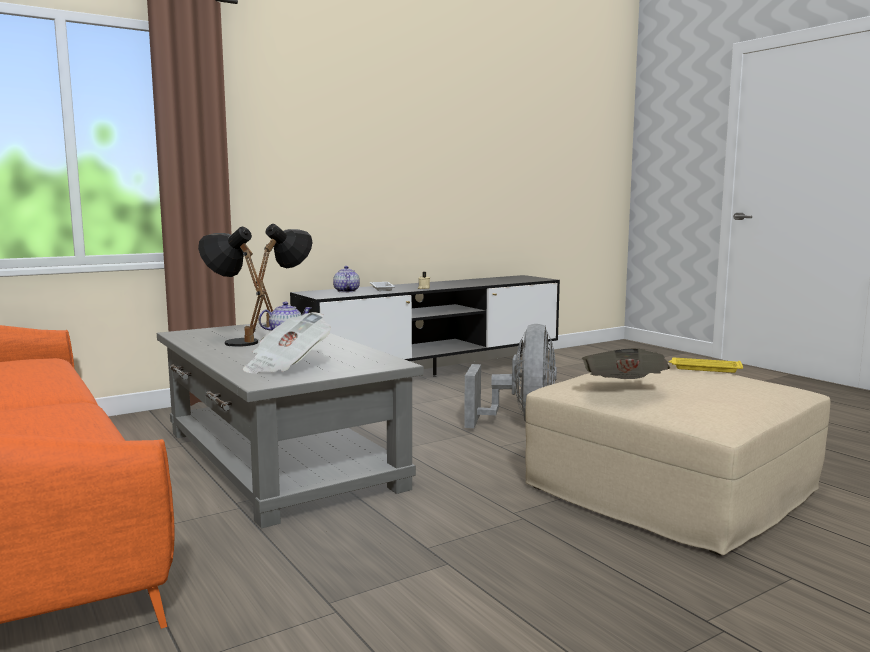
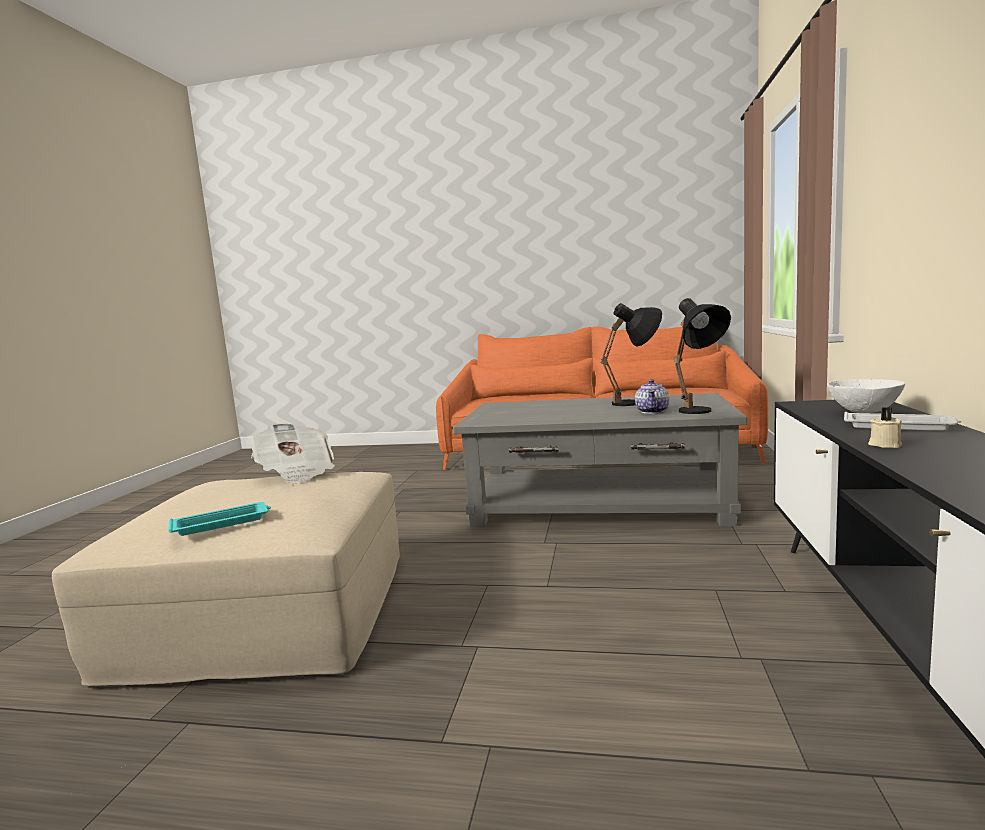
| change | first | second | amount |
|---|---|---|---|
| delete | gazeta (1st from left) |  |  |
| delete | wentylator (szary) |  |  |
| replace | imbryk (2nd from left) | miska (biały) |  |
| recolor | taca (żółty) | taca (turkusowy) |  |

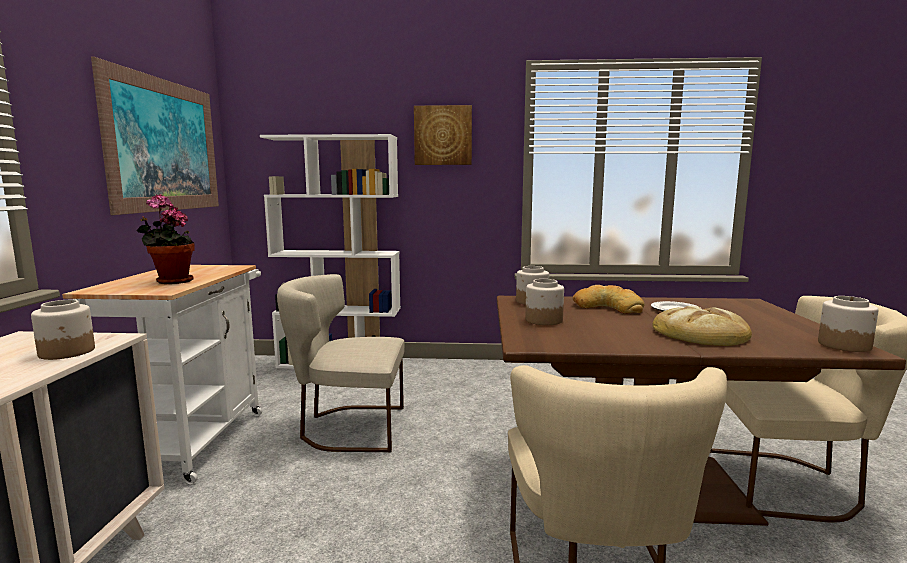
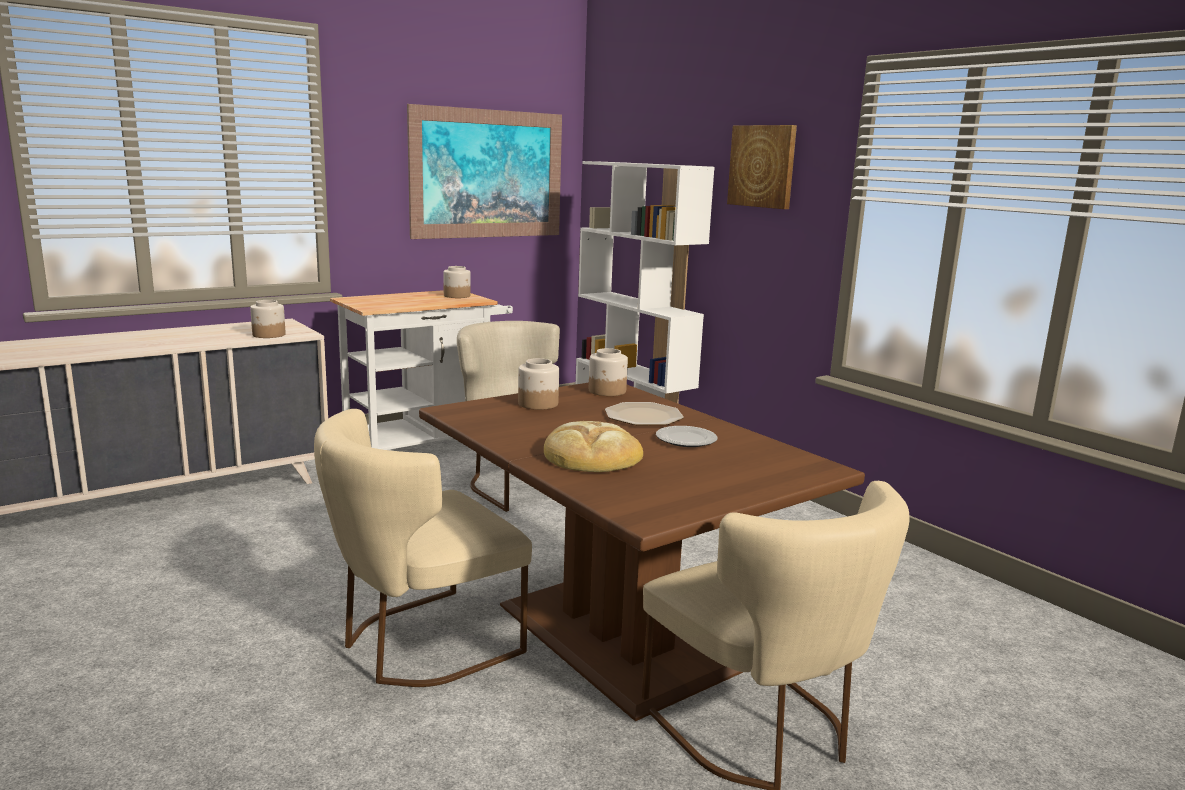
| change | first | second | amount |
|---|---|---|---|
| delete | roślina doniczkowa |  |  |
| move | słoik (4th from left in the first image) | słoik (2nd from left) |  |
| replace | chleb (1st from left) | talerz (1st from left) |  |

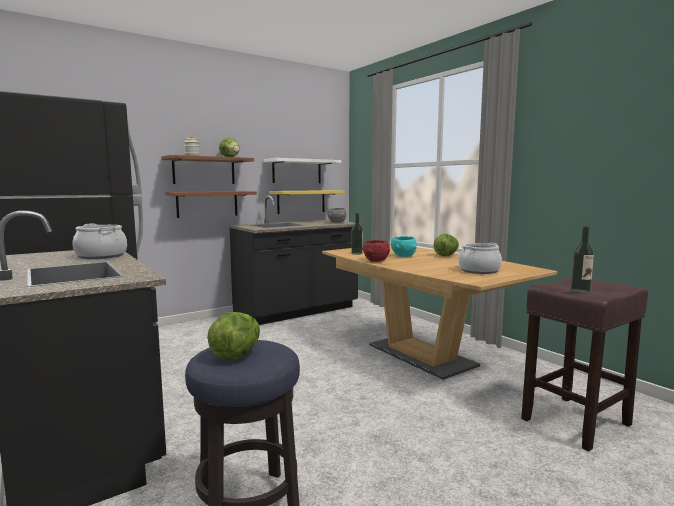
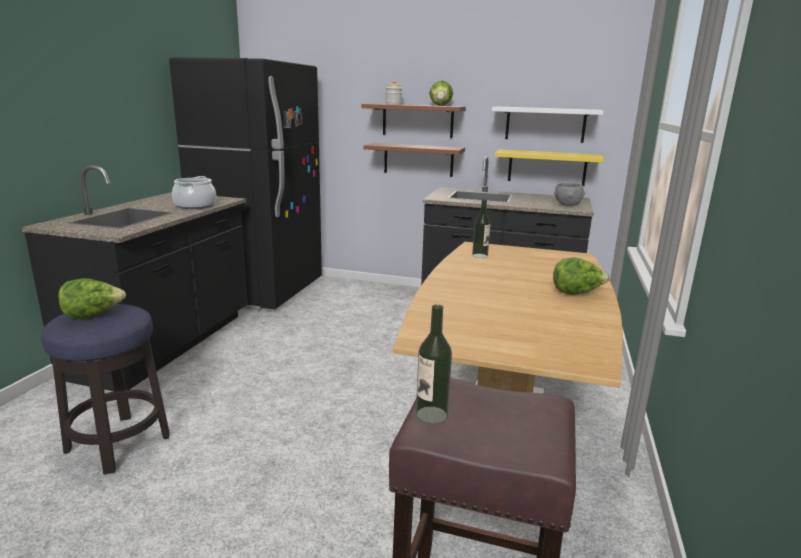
| change | first | second | amount |
|---|---|---|---|
| delete | miska (czerwony) |  |  |
| delete | miska (turkusowy) |  |  |
| delete | garnek (2nd from left) |  |  |

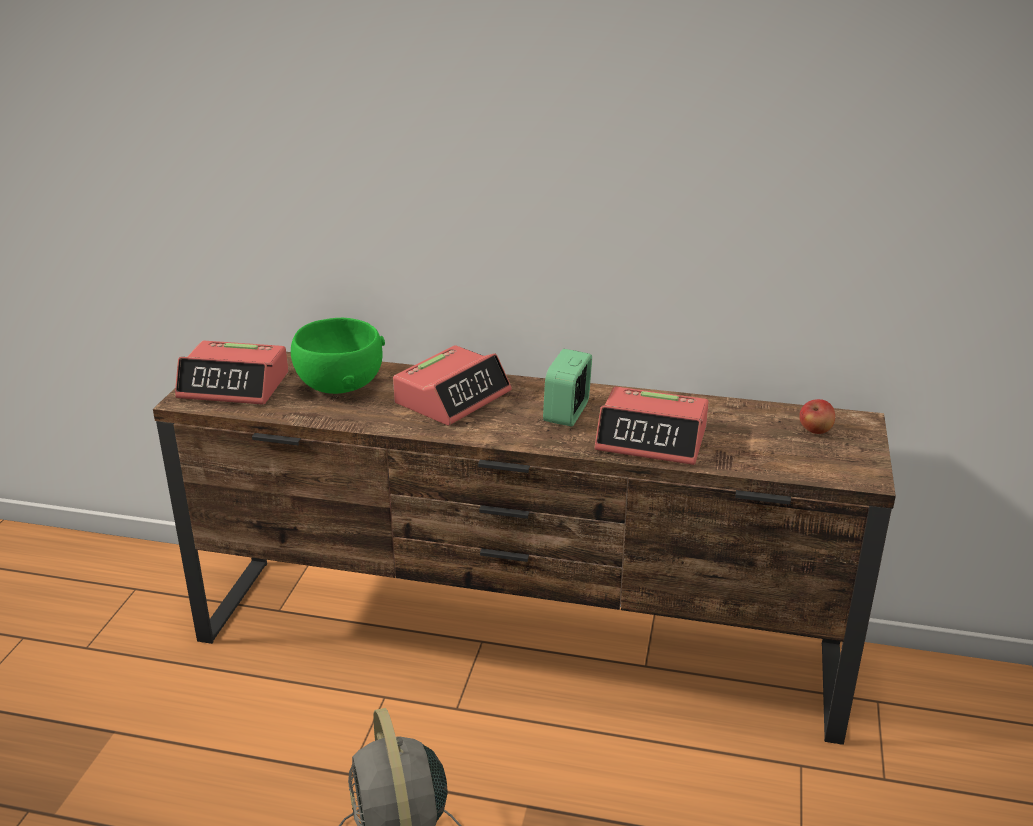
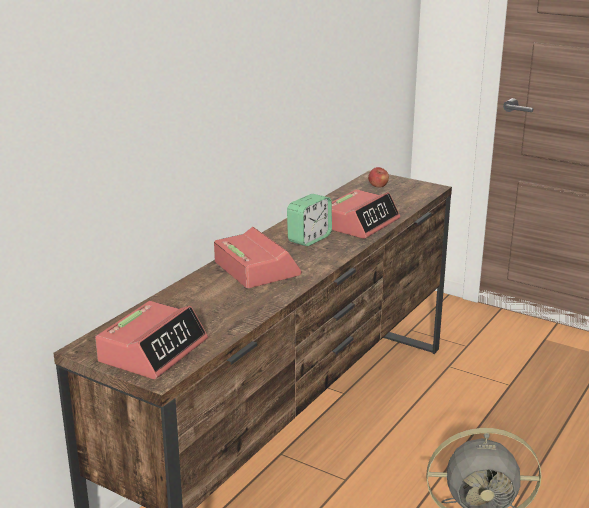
| change | first | second | amount |
|---|---|---|---|
| delete | miska (zielony) |  |  |
| rotate | budzik (3rd from left) |  | 90 degrees counterclockwise |

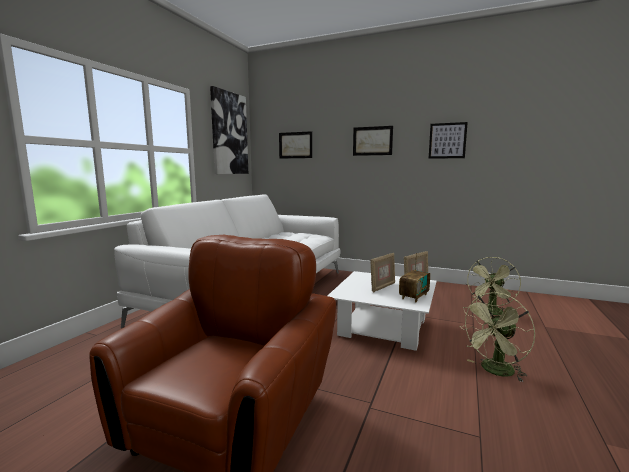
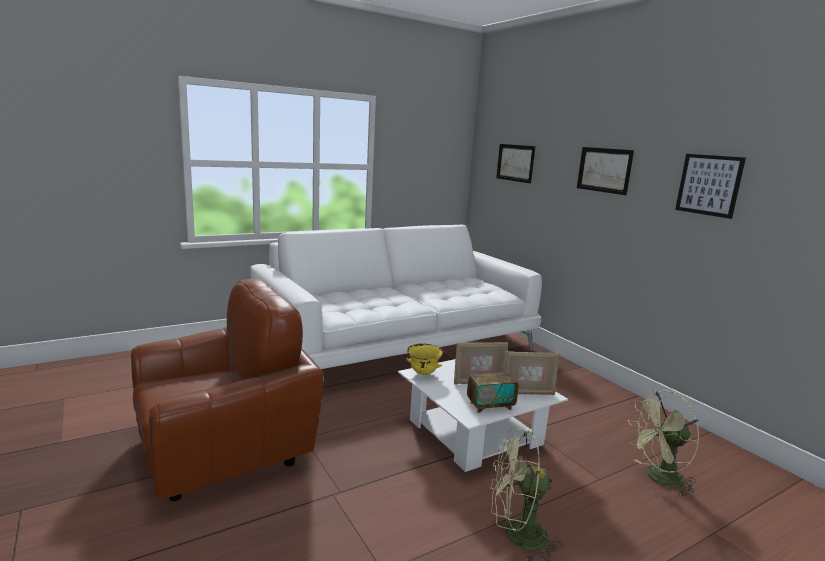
| change | first | second | amount |
|---|---|---|---|
| delete | obraz (1st from left) |  |  |
| insert |  | miska (żółty) |  |

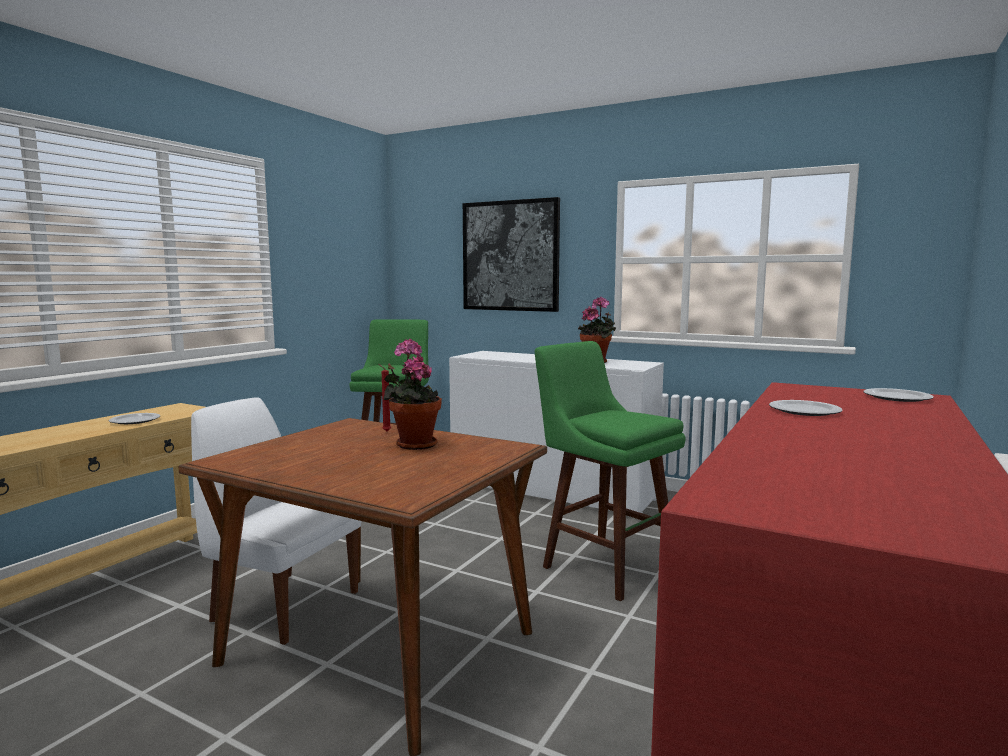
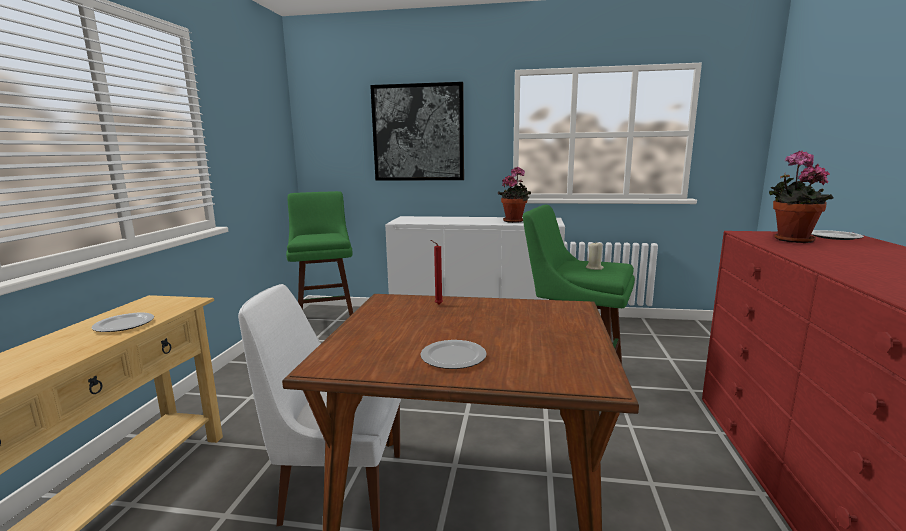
| change | first | second | amount |
|---|---|---|---|
| insert |  | świeca (beżowy) |  |
| move | roślina doniczkowa (1st from left in the first image) | roślina doniczkowa (2nd from left) |  |
| move | talerz (2nd from left) |  |  |

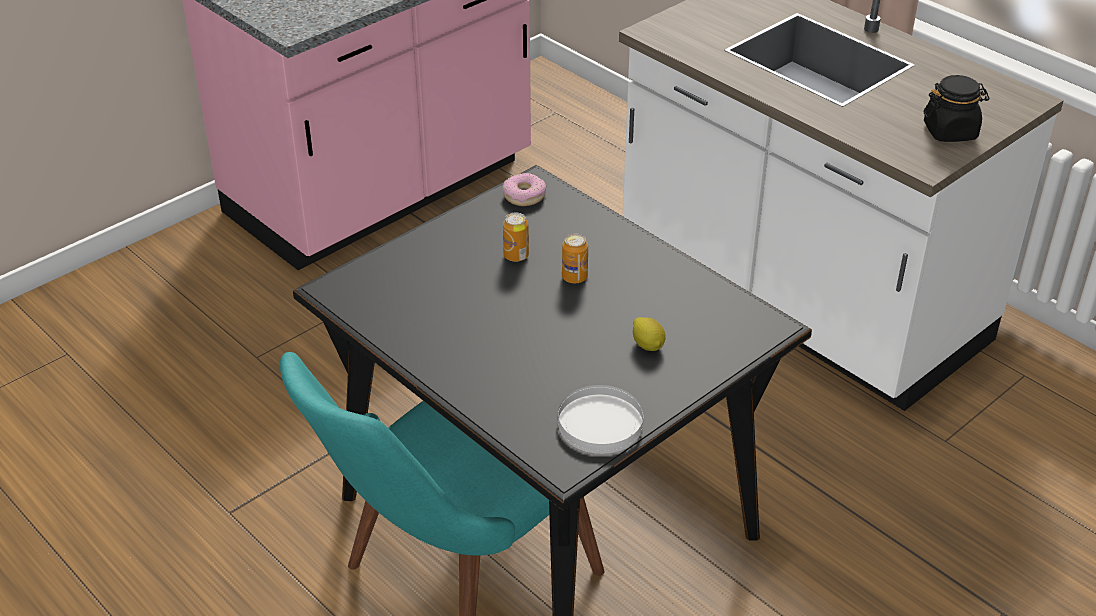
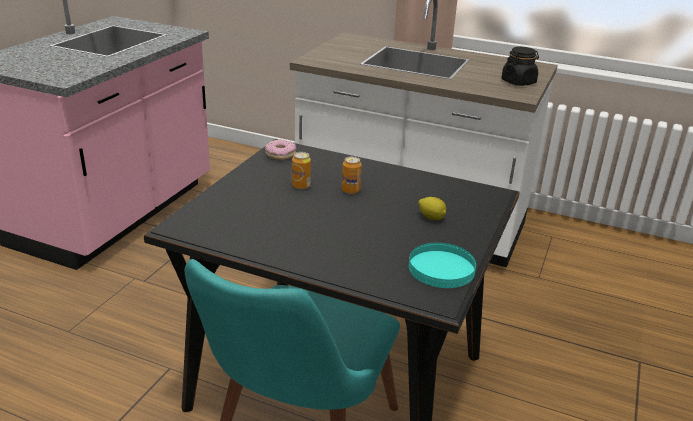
| change | first | second | amount |
|---|---|---|---|
| recolor | talerz (biały) | talerz (turkusowy) |  |

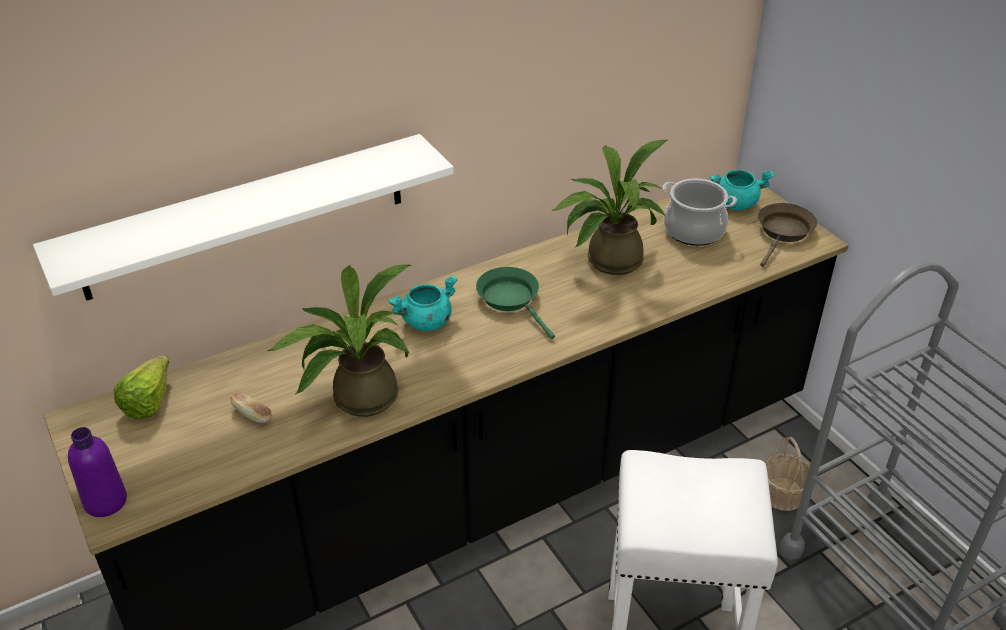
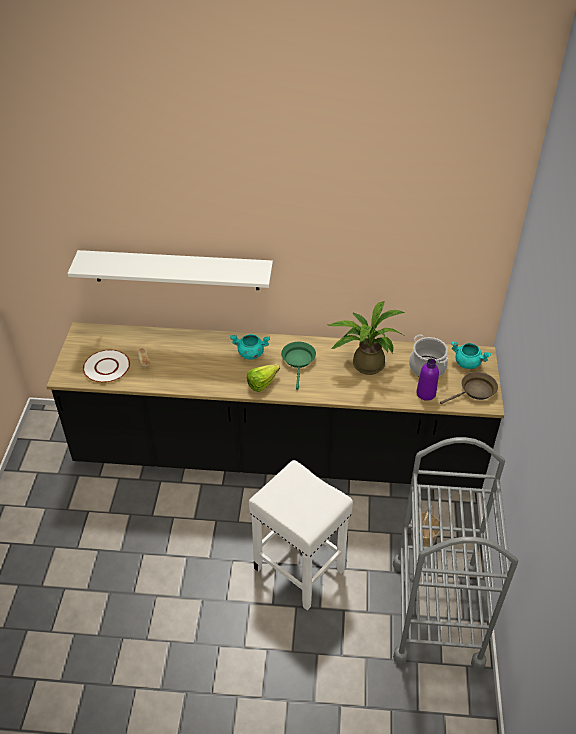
| change | first | second | amount |
|---|---|---|---|
| delete | roślina doniczkowa (1st from left) |  |  |
| insert |  | talerz (biały) |  |
| move | butelka (fioletowy) |  |  |
| move | sałata |  |  |

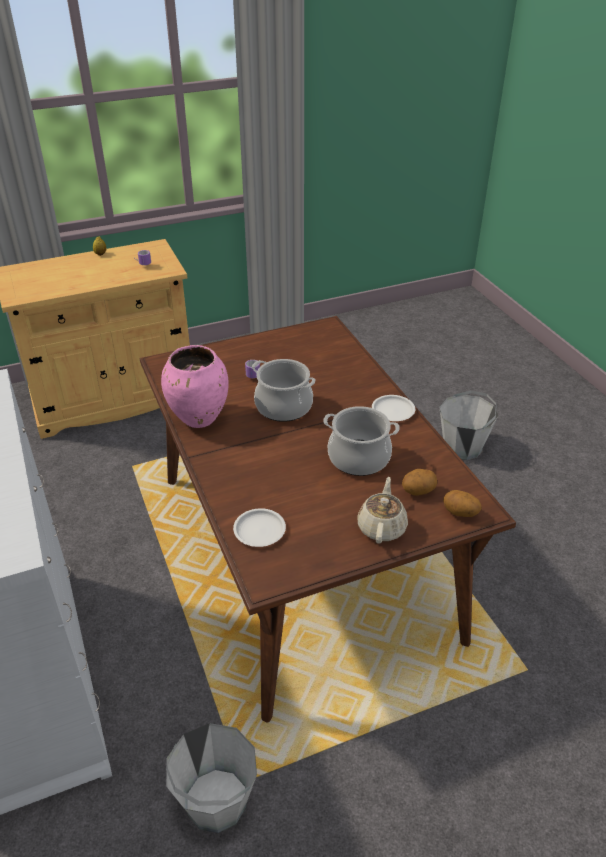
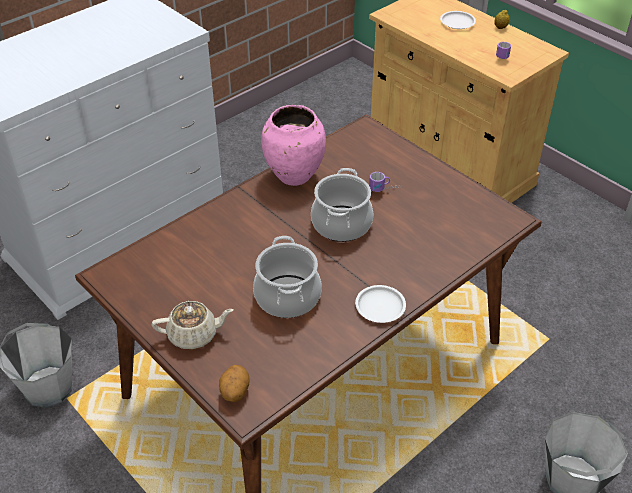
| change | first | second | amount |
|---|---|---|---|
| delete | ziemniak (1st from left) |  |  |
| move | talerz (biały) (1st from left in the first image) | talerz (biały) (2nd from left) |  |

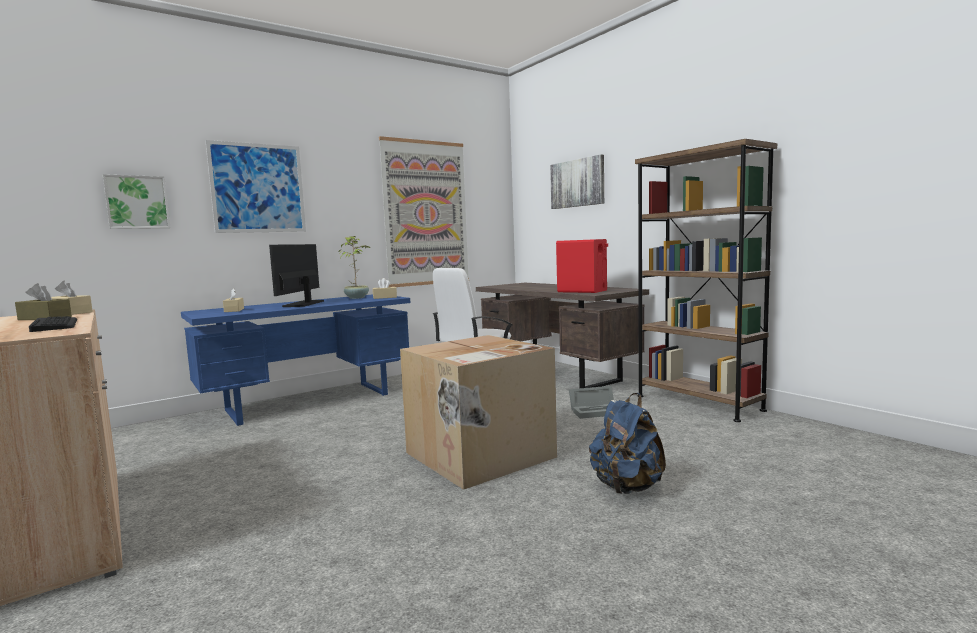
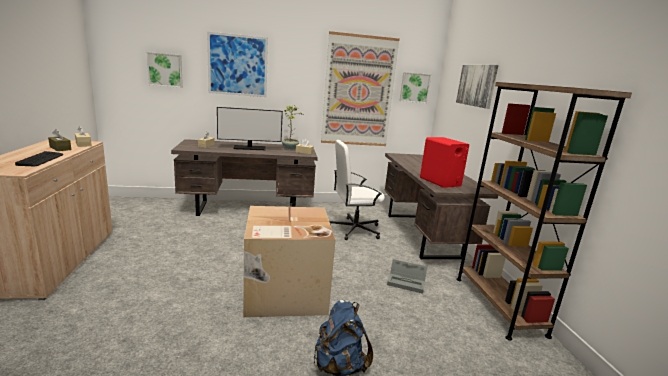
| change | first | second | amount |
|---|---|---|---|
| insert |  | obraz (4th from left) |  |
| recolor | biurko (niebieski) | biurko (brązowy) (1st from left) |  |
| rotate | monitor |  | 135 degrees counterclockwise |

